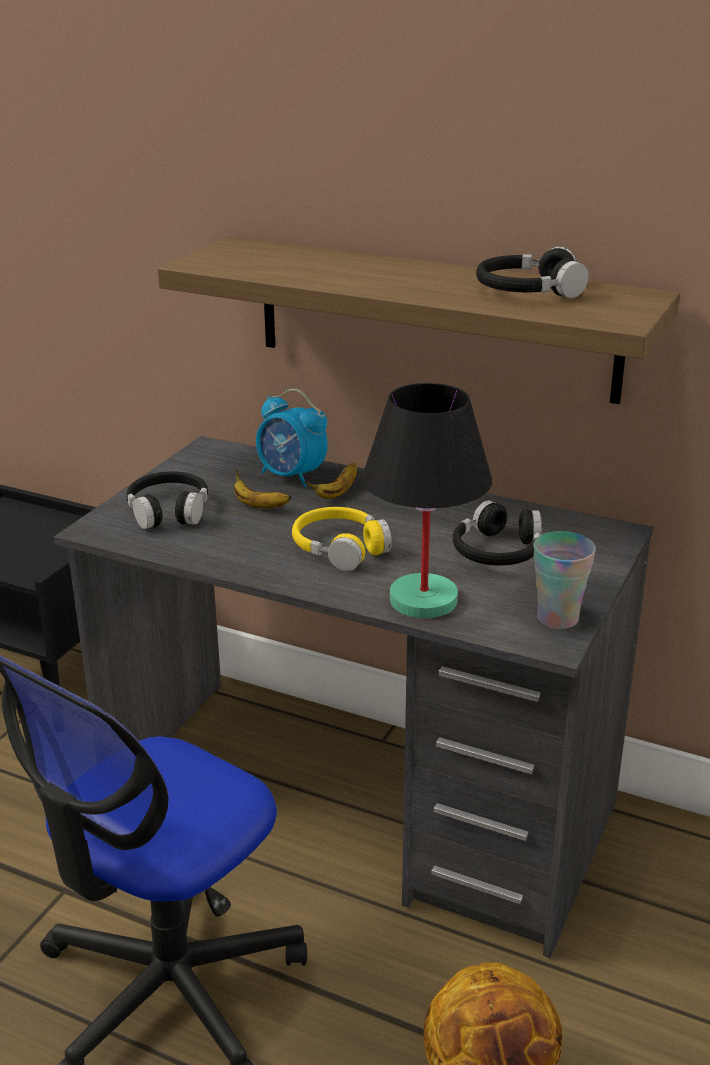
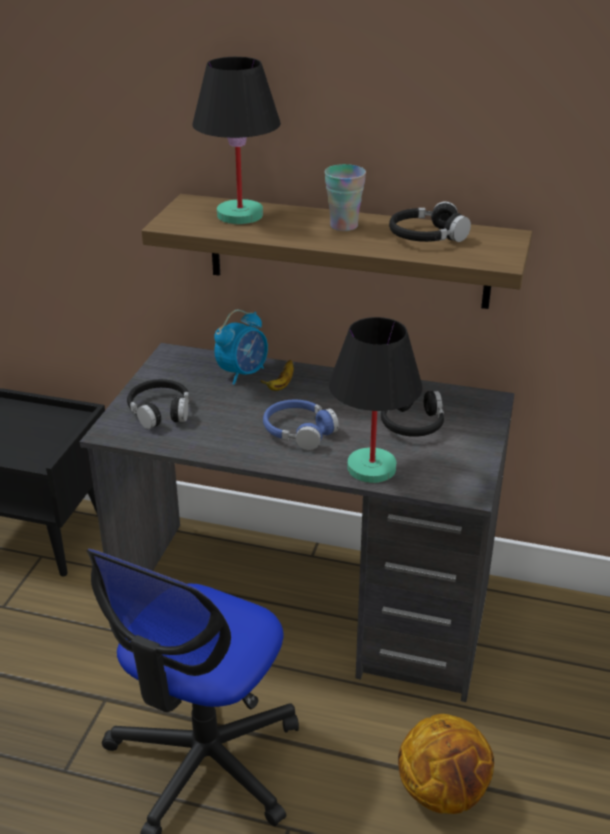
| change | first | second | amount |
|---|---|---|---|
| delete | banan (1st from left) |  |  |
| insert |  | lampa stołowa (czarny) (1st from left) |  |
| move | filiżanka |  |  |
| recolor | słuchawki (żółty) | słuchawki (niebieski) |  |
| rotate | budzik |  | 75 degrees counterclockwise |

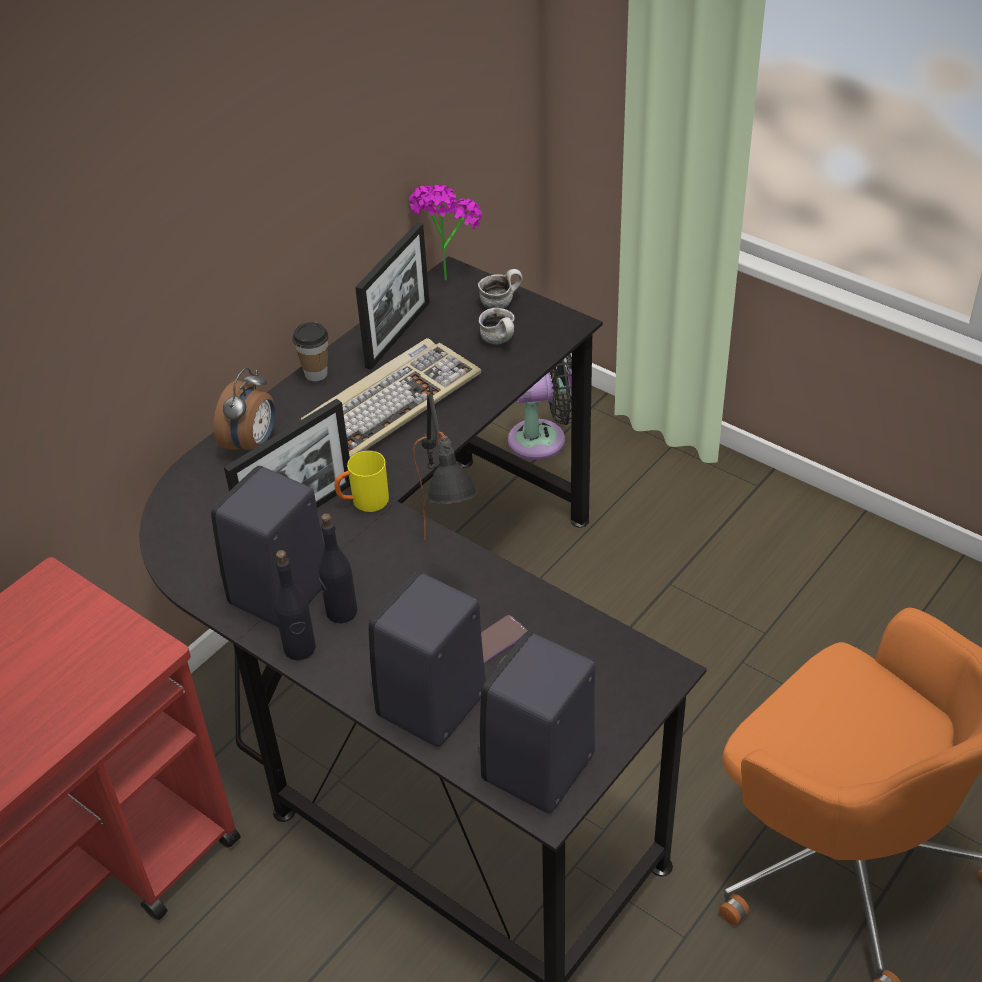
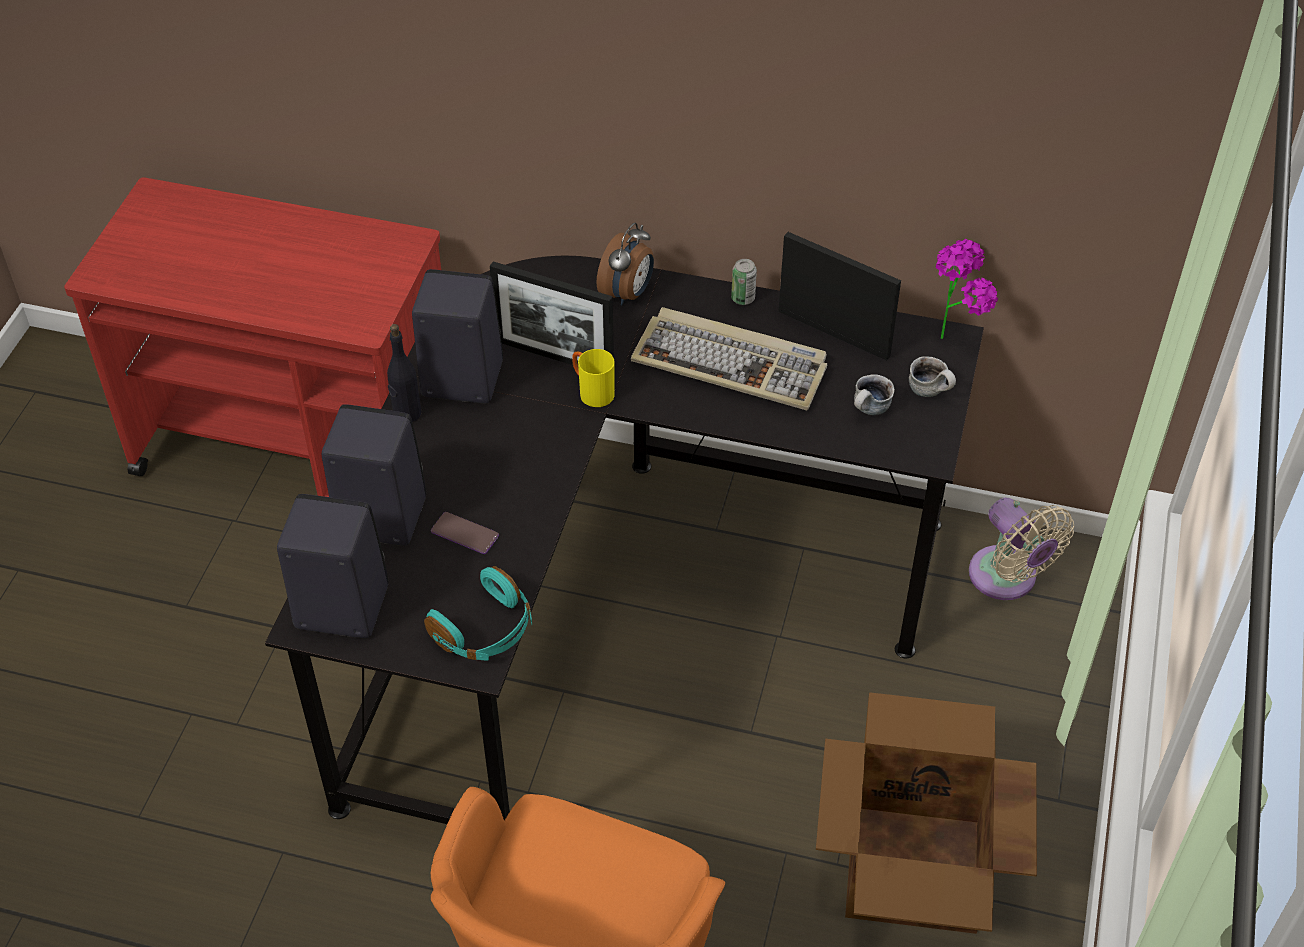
| change | first | second | amount |
|---|---|---|---|
| delete | butelka (czarny) (2nd from left) |  |  |
| delete | lampa stołowa (czarny) |  |  |
| insert |  | słuchawki (turkusowy) |  |
| insert |  | karton |  |
| replace | filiżanka | puszka |  |
| recolor | wentylator (czarny) | wentylator (beżowy) |  |
| rotate | budzik |  | 60 degrees counterclockwise |
| rotate | ramka na zdjęcie (2nd from left) |  | 150 degrees counterclockwise |

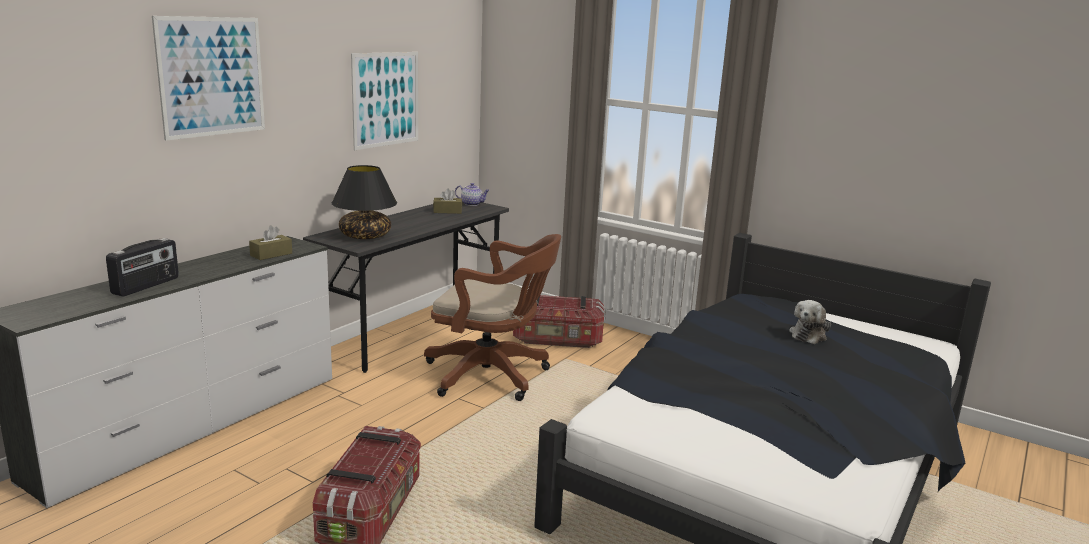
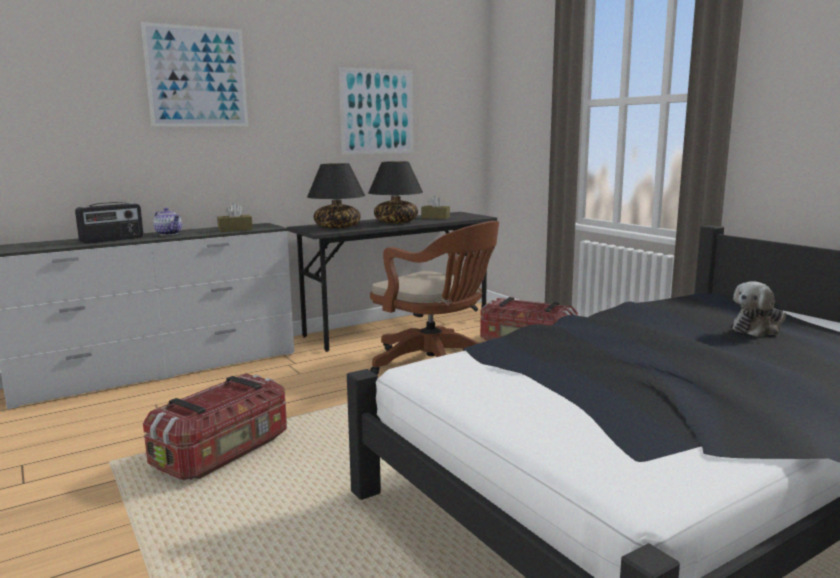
| change | first | second | amount |
|---|---|---|---|
| insert |  | lampa stołowa (czarny) (2nd from left) |  |
| move | imbryk |  |  |

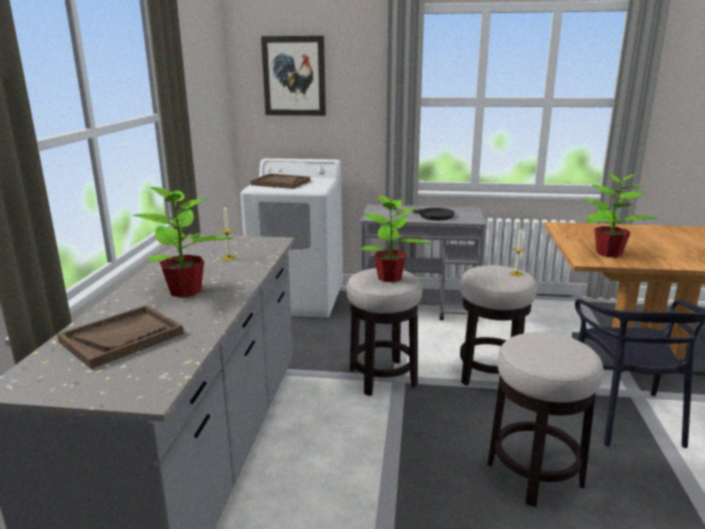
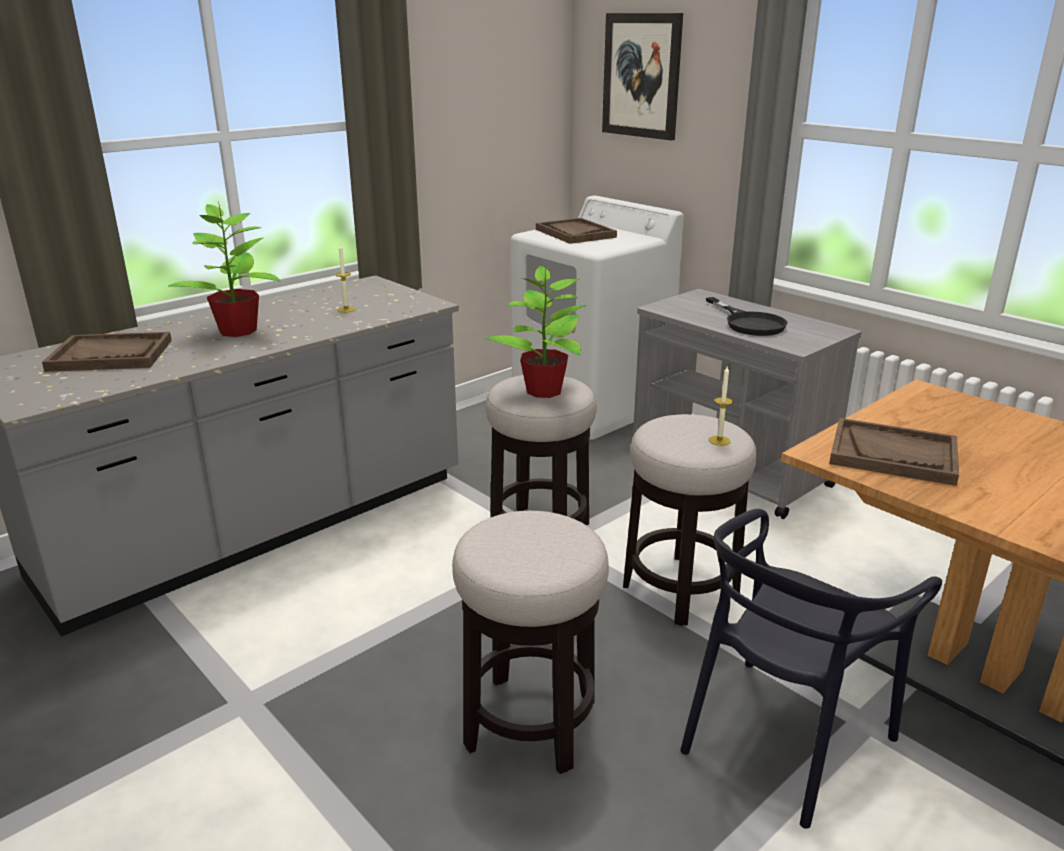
| change | first | second | amount |
|---|---|---|---|
| replace | roślina doniczkowa (3rd from left) | taca (brązowy) (3rd from left) |  |

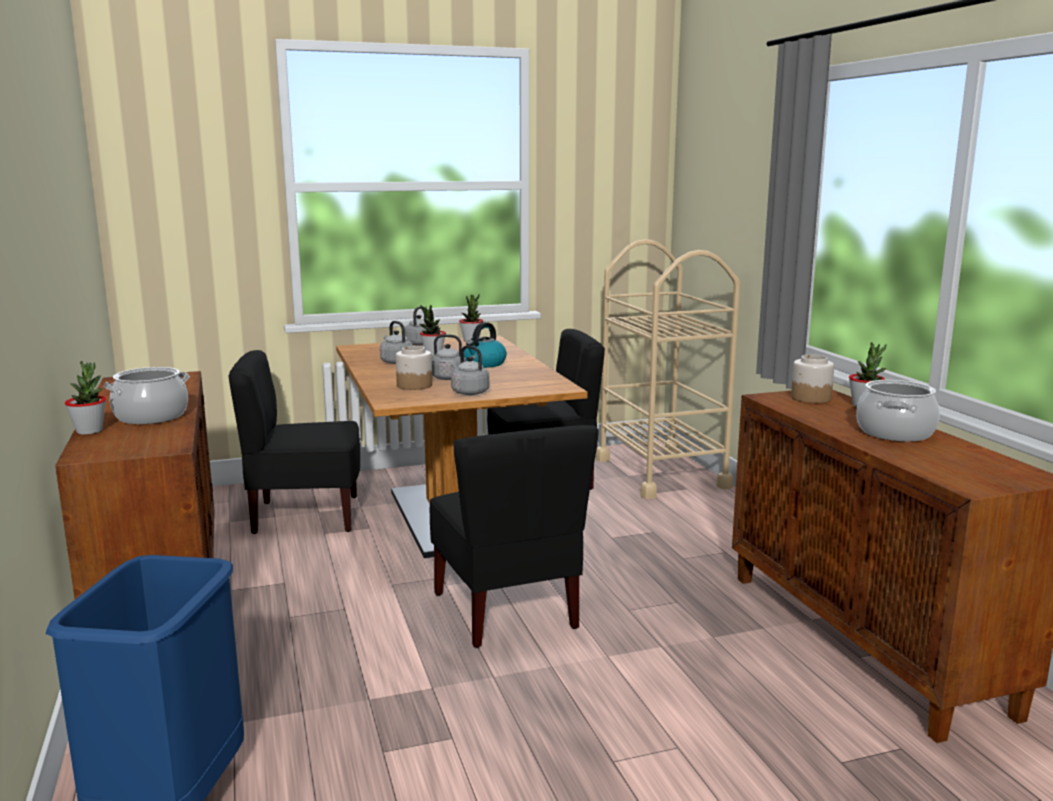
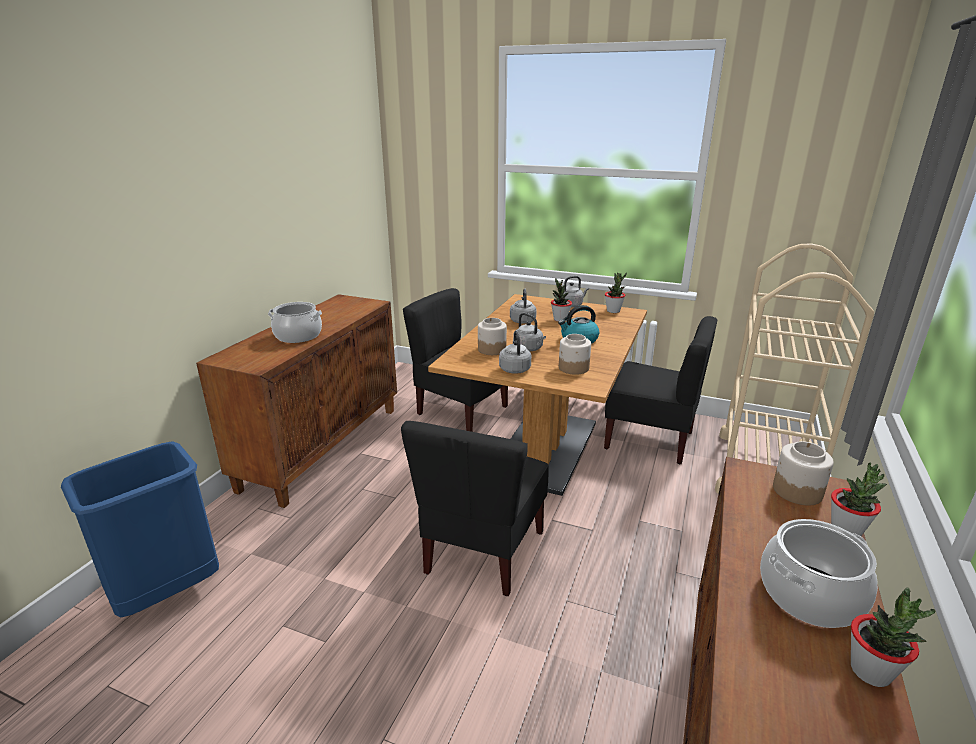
| change | first | second | amount |
|---|---|---|---|
| insert |  | słoik (2nd from left) |  |
| move | roślina doniczkowa (1st from left in the first image) | roślina doniczkowa (4th from left) |  |

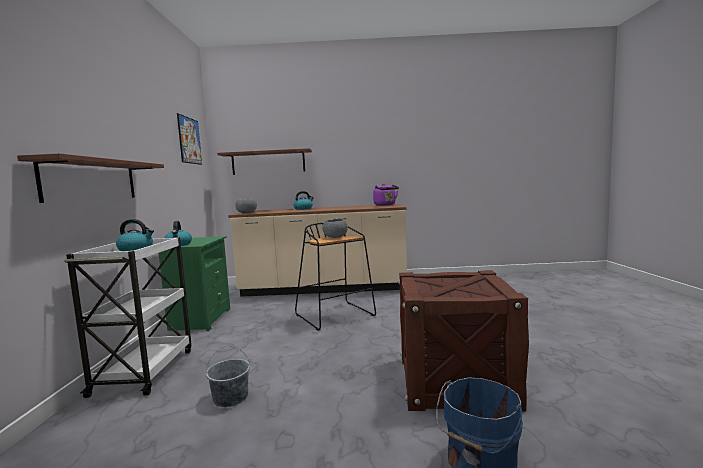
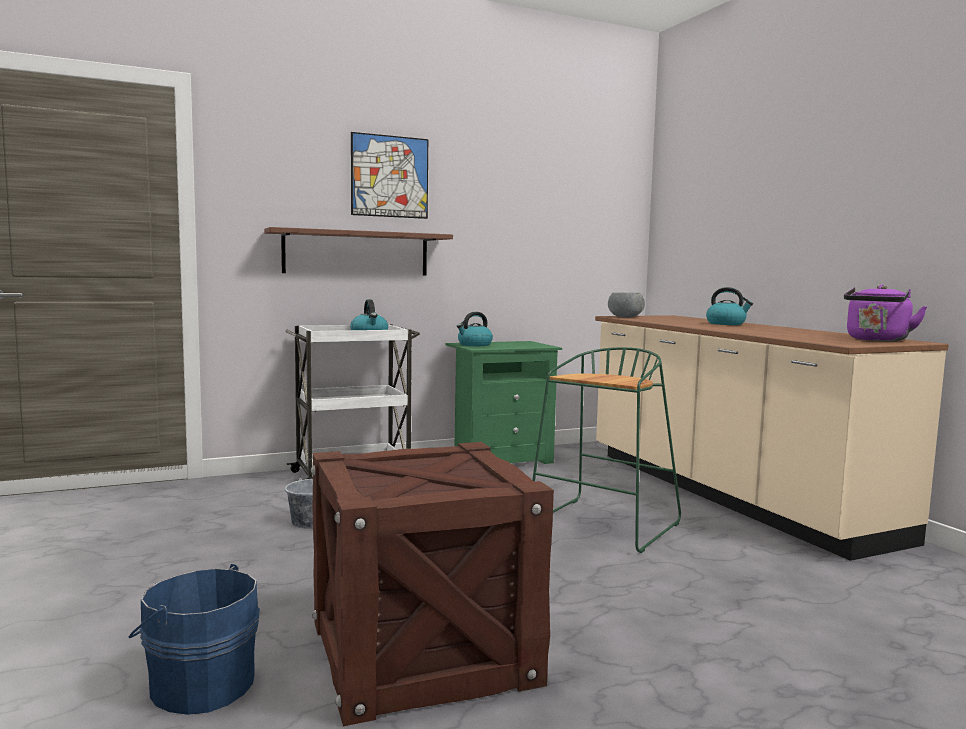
| change | first | second | amount |
|---|---|---|---|
| delete | półka (brązowy) (2nd from left) |  |  |
| delete | miska (szary) (2nd from left) |  |  |
| move | obraz |  |  |
| recolor | stołek (czarny) | stołek (zielony) |  |

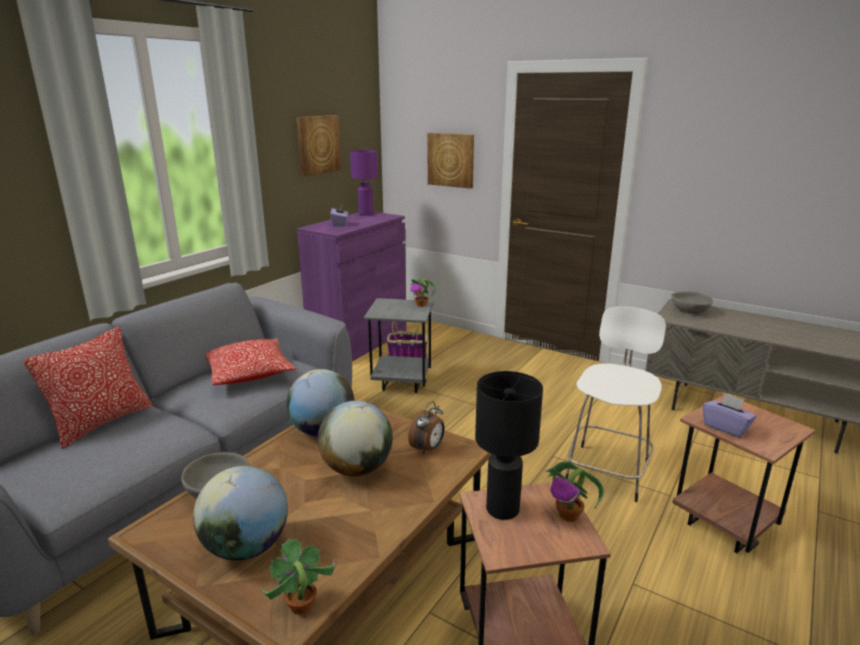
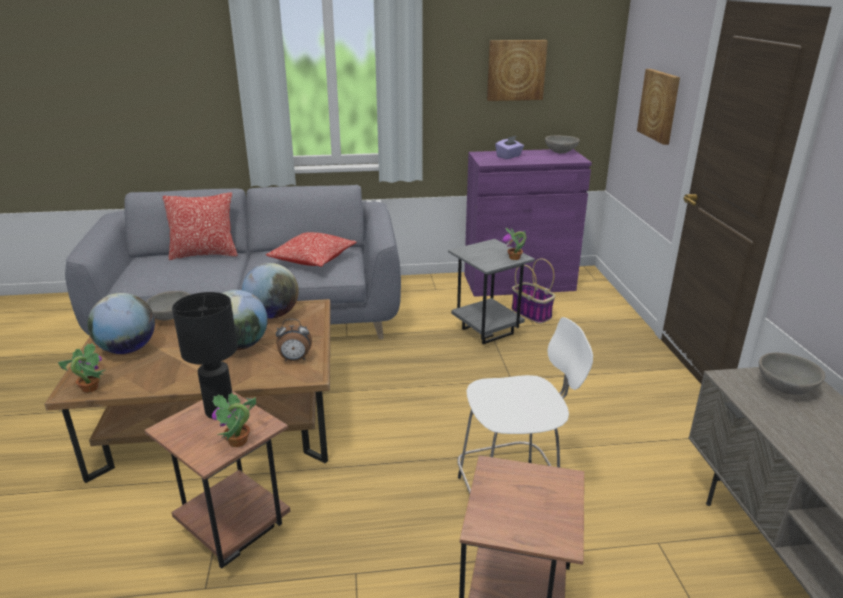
| change | first | second | amount |
|---|---|---|---|
| delete | pudełko chusteczek (fioletowy) (2nd from left) |  |  |
| replace | lampa stołowa (fioletowy) | miska (szary) (2nd from left) |  |

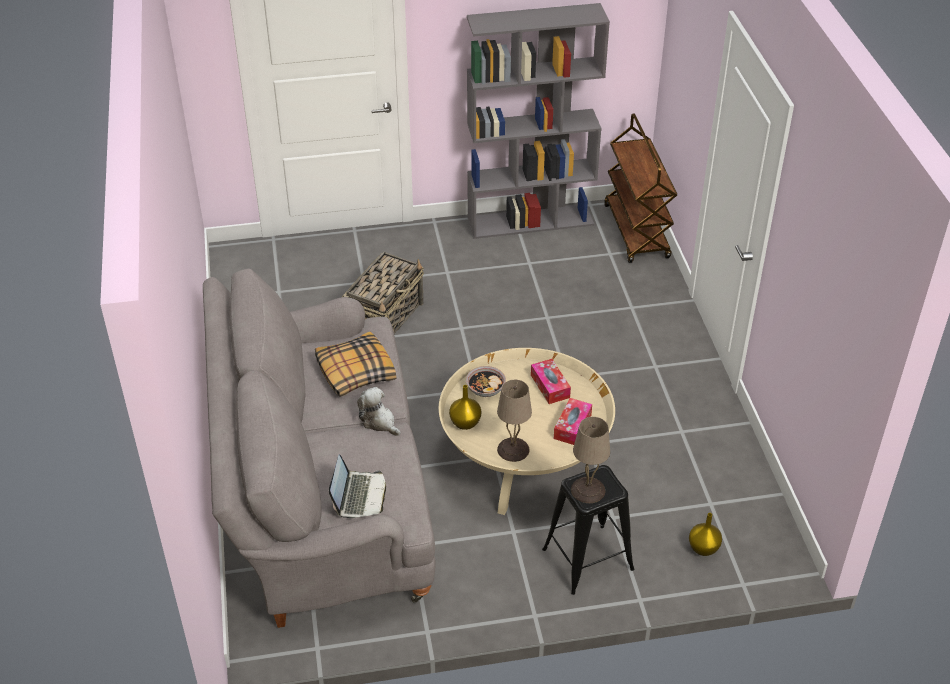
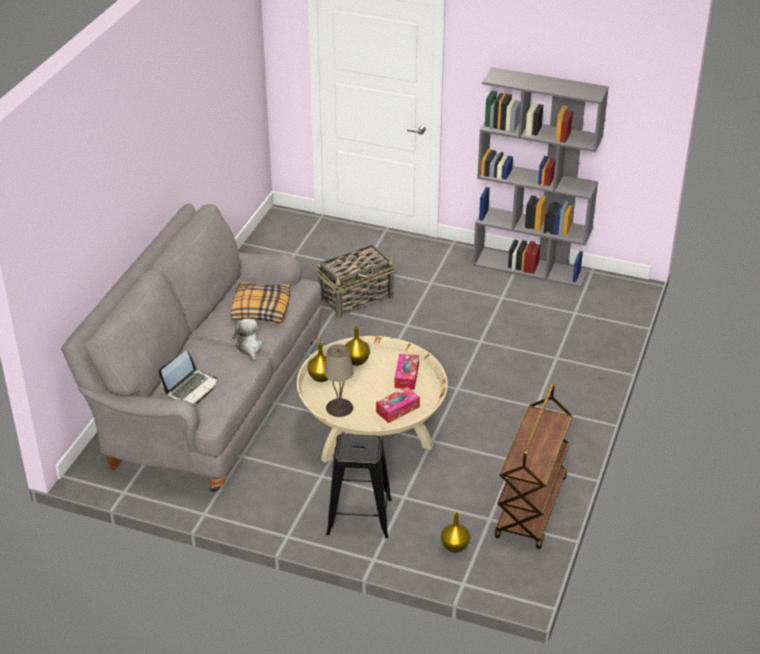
| change | first | second | amount |
|---|---|---|---|
| delete | lampa stołowa (beżowy) (2nd from left) |  |  |
| move | wózek (brązowy) |  |  |
| replace | miska | wazon (żółty) (2nd from left) |  |

